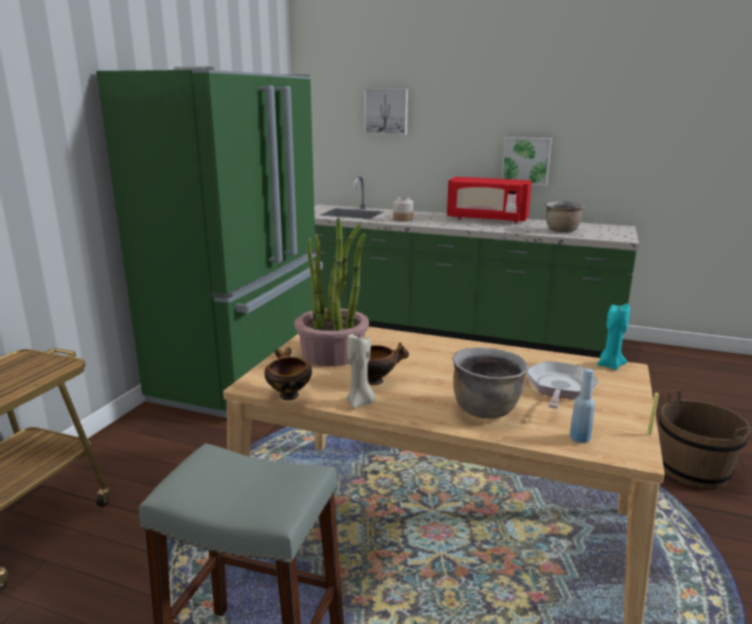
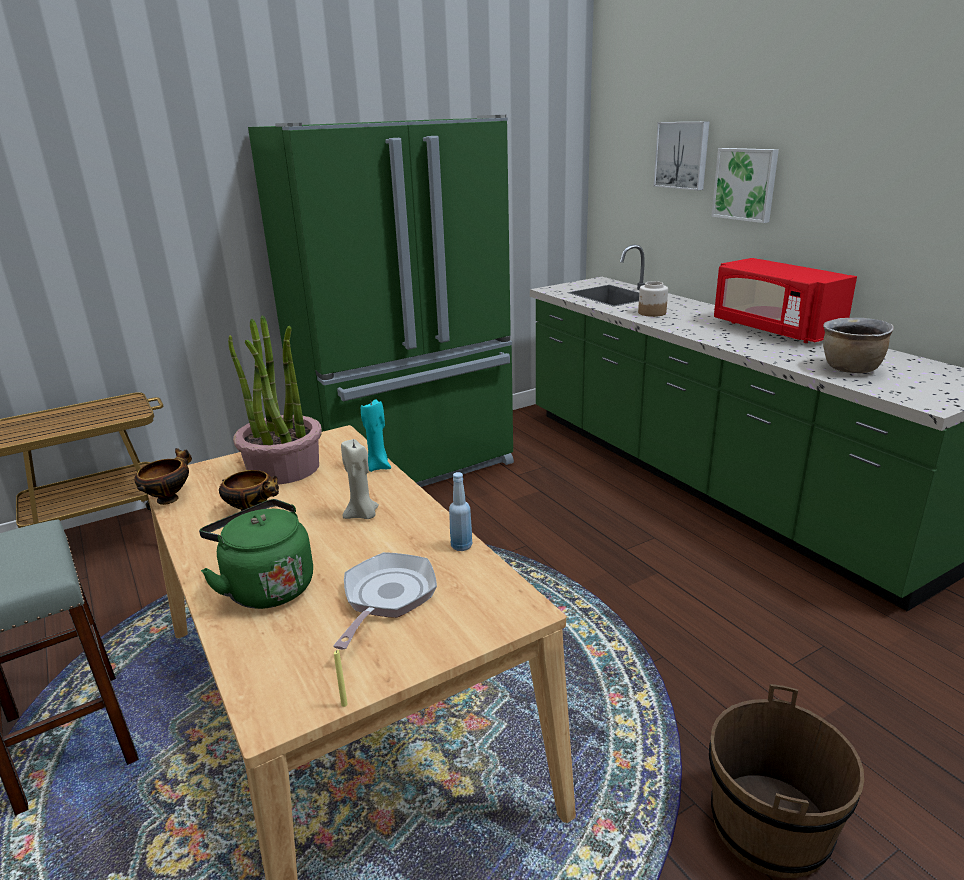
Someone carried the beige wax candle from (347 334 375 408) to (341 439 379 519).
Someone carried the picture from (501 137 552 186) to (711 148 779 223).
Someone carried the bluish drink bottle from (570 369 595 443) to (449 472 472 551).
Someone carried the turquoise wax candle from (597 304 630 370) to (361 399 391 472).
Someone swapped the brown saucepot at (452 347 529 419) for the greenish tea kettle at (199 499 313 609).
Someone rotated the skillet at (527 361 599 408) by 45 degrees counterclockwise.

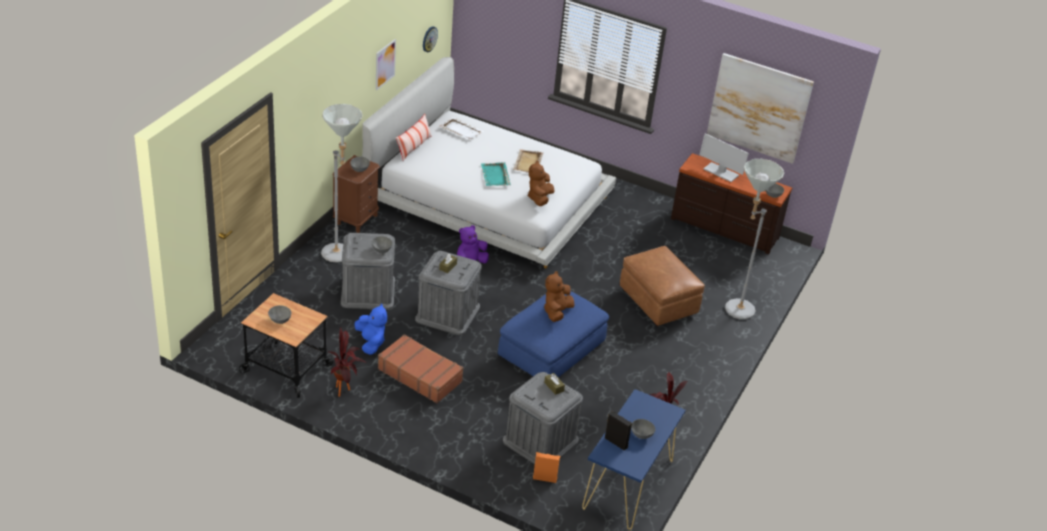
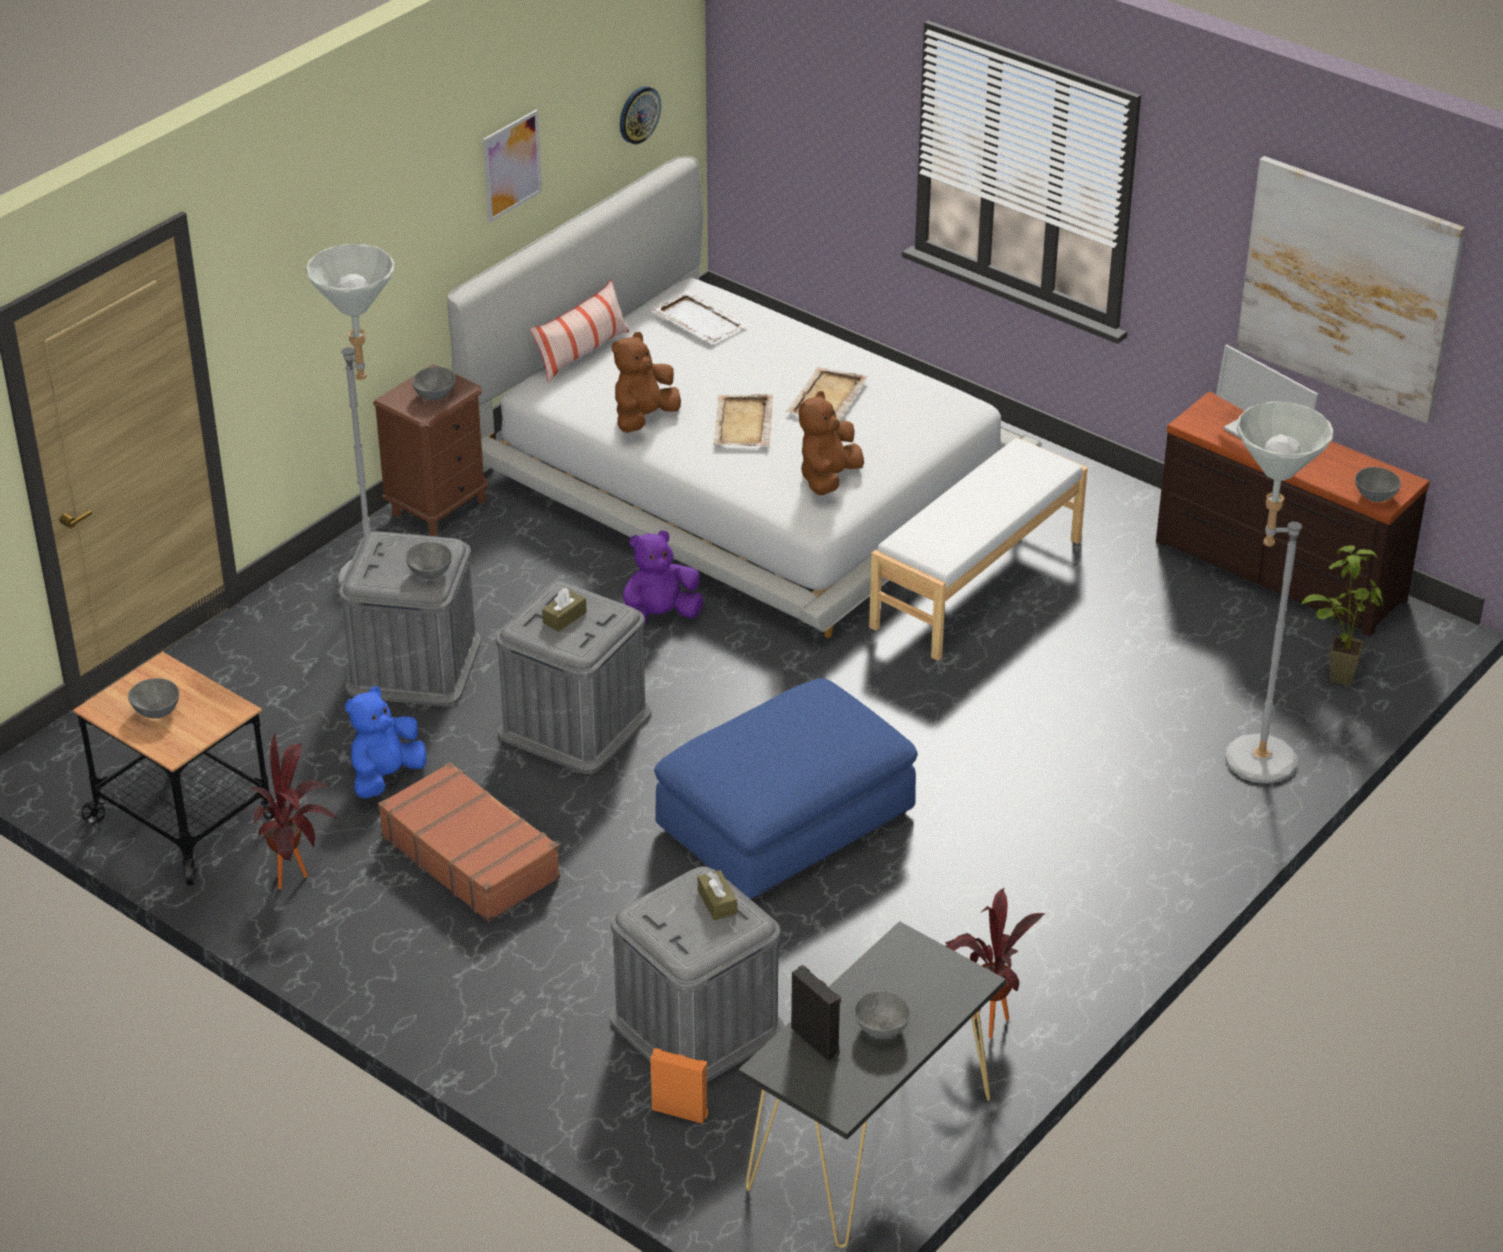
Someone took away the brown footrest at (620 246 705 326).
Someone put down the white-coloured bench at (869 438 1088 661).
Someone put down the plant in a pot at (1301 545 1383 686).
Someone carried the brown cuddly toy from (544 271 574 322) to (612 332 681 433).
Someone repainted the turquoise serving tray at (481 162 511 186), which became the beige serving tray at (713 394 773 446).
Someone repainted the bluish console table at (582 389 686 530), which became the black console table at (738 921 1006 1248).
Someone rotated the bluish cuddly toy at (354 303 387 355) by 135 degrees counterclockwise.

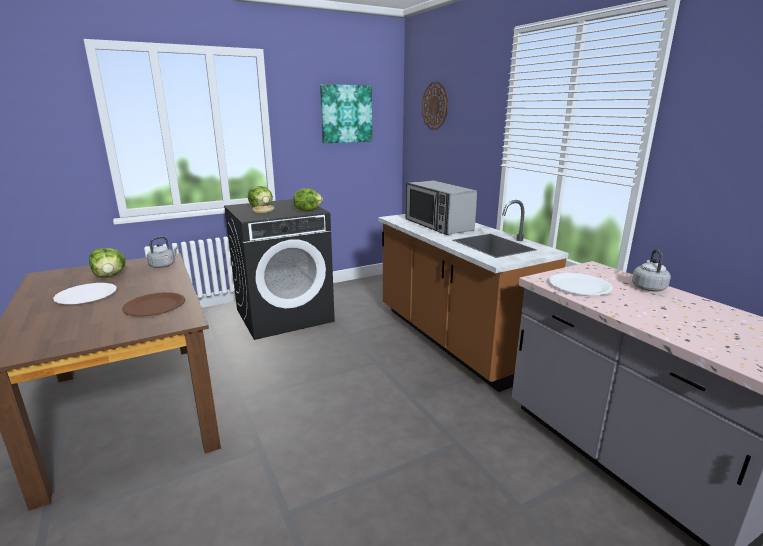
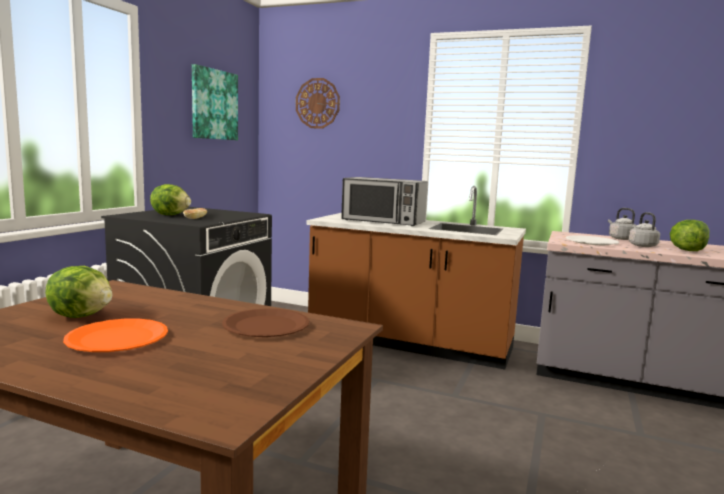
Someone carried the gray tea kettle from (147 236 179 268) to (629 212 660 247).
Someone carried the lettuce head from (293 188 323 211) to (670 220 709 251).
Someone repainted the white-coloured plate at (53 283 117 304), which became the orangey plate at (63 319 168 352).

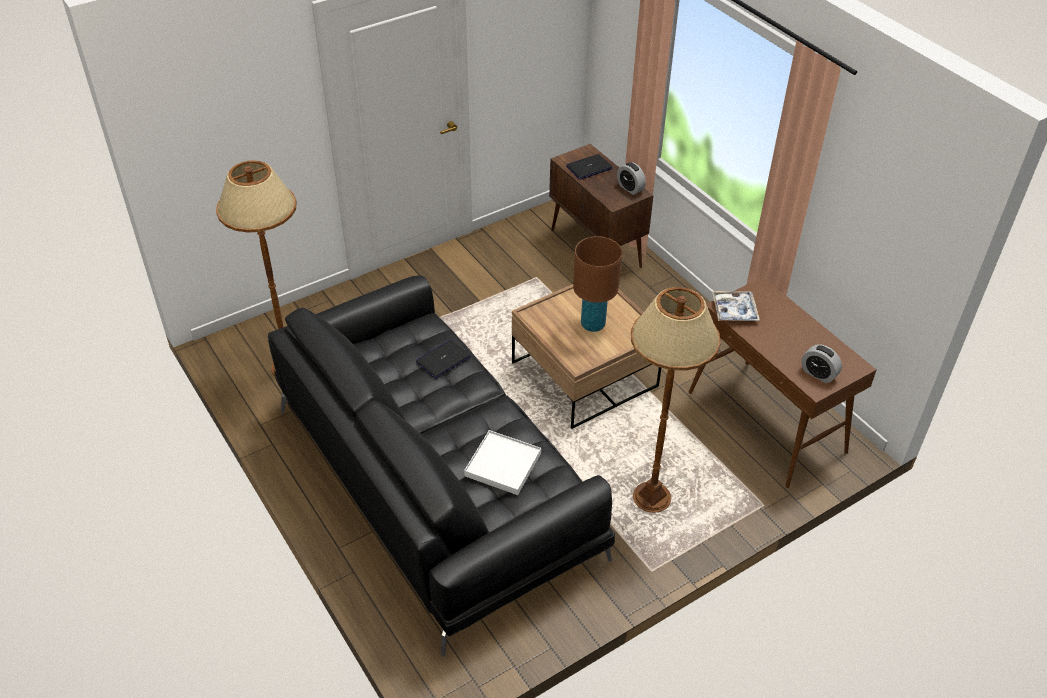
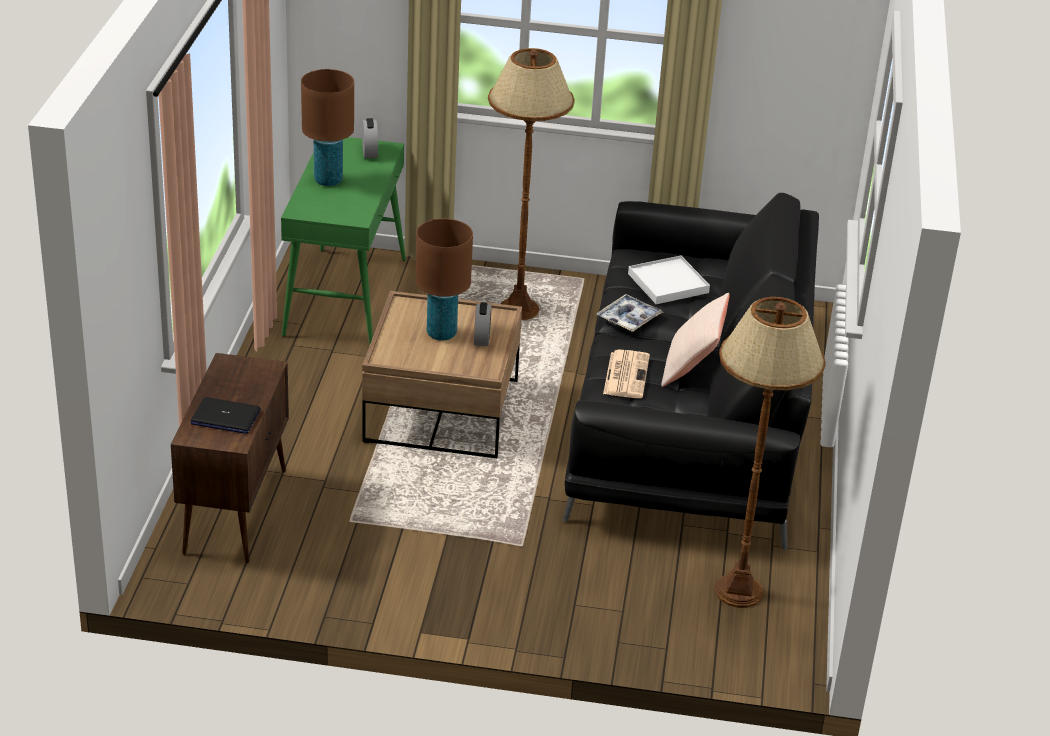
Someone put down the brown table lamp at (301 69 354 186).
Someone put down the beige pillow at (661 293 730 387).
Someone carried the alarm clock from (617 162 646 195) to (474 302 491 346).
Someone carried the serving tray from (712 291 760 321) to (596 294 663 332).
Someone swapped the notebook computer at (416 340 471 379) for the daily paper at (603 349 650 398).
Someone repainted the brown console table at (689 277 876 488), which became the greenish console table at (281 137 406 345).

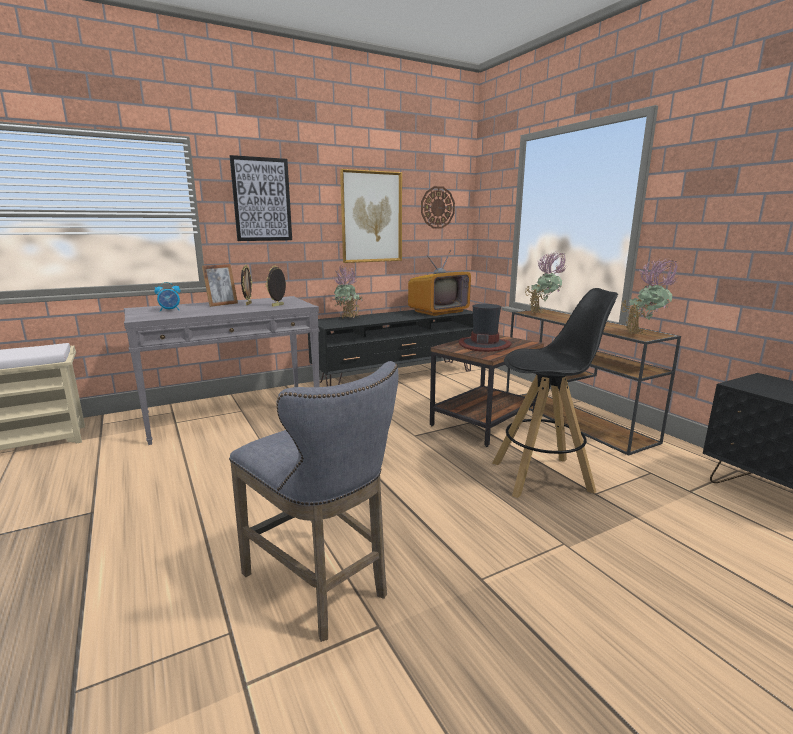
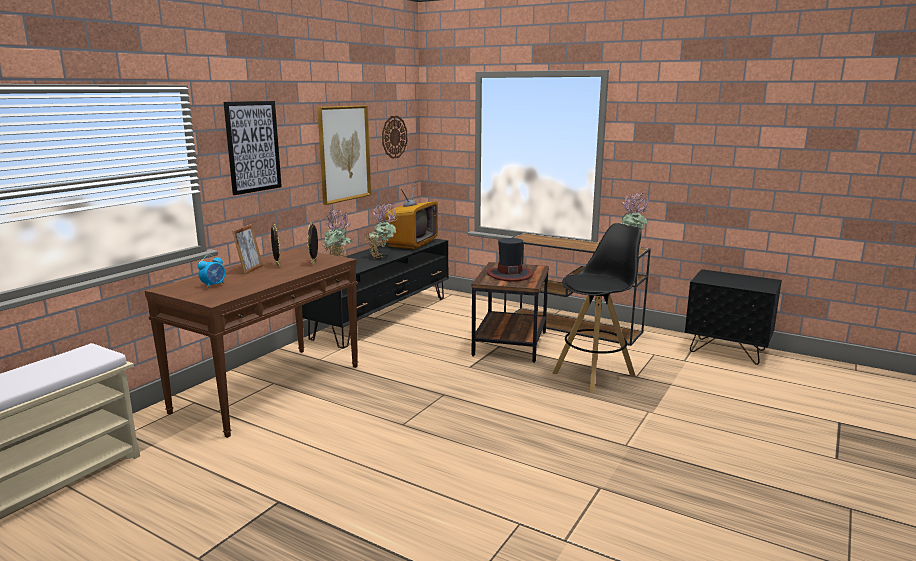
Someone took away the gray stool seat at (229 361 398 642).
Someone carried the plant in a pot from (525 252 567 314) to (364 204 397 259).
Someone repainted the gray console table at (124 296 320 445), which became the brown console table at (145 249 358 438).

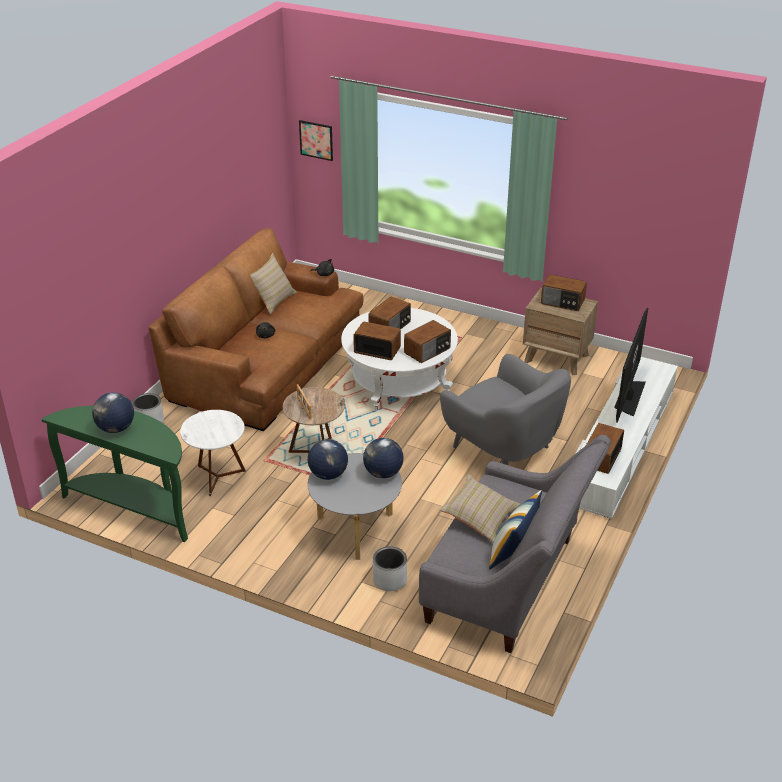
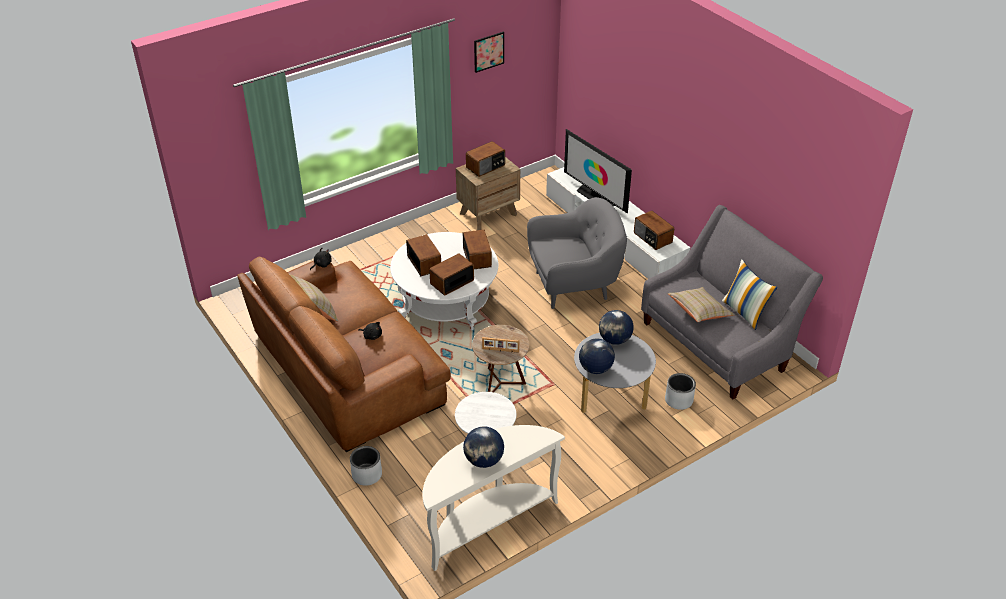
Someone carried the picture from (299 120 333 161) to (474 32 504 73).
Someone repainted the greenish console table at (41 406 188 542), which became the white-coloured console table at (422 425 565 571).

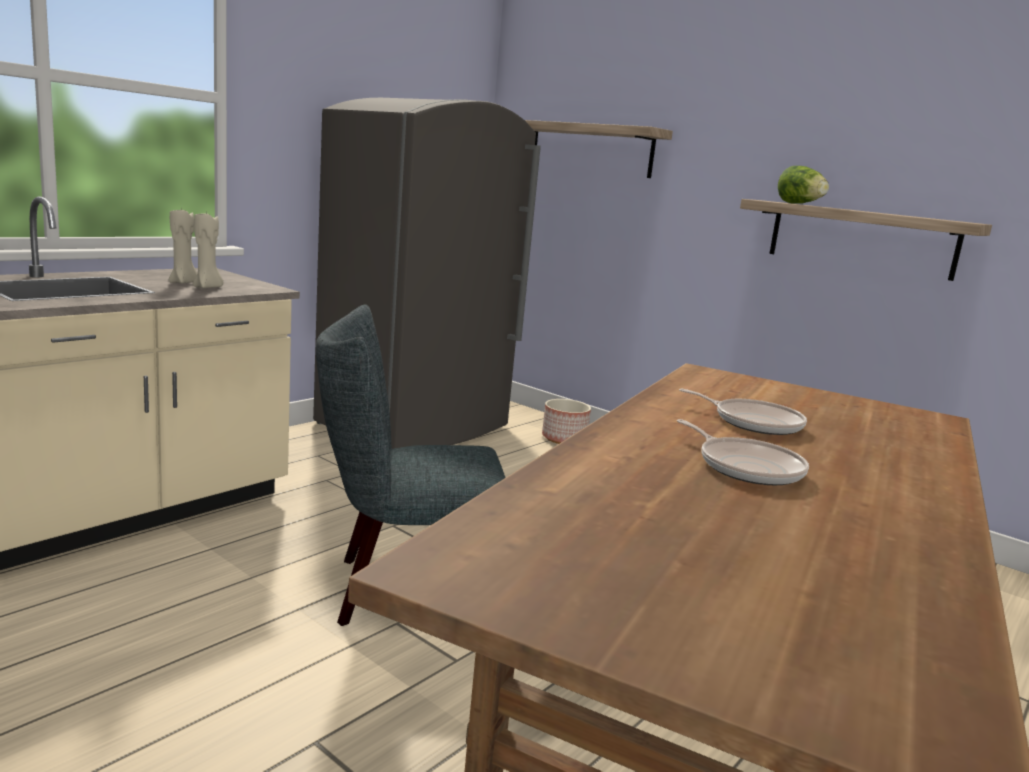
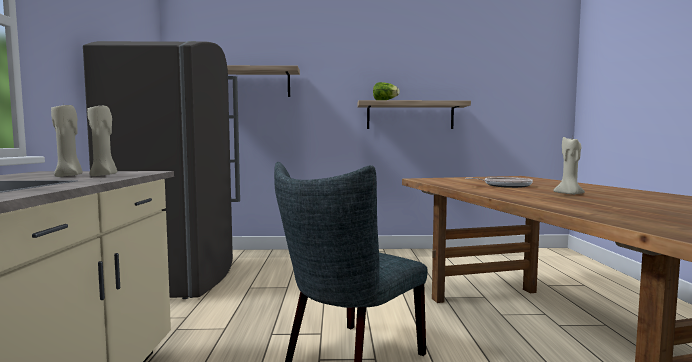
Someone took away the flower pot at (542 399 591 444).
Someone swapped the skillet at (677 419 809 485) for the beige wax candle at (553 137 585 195).

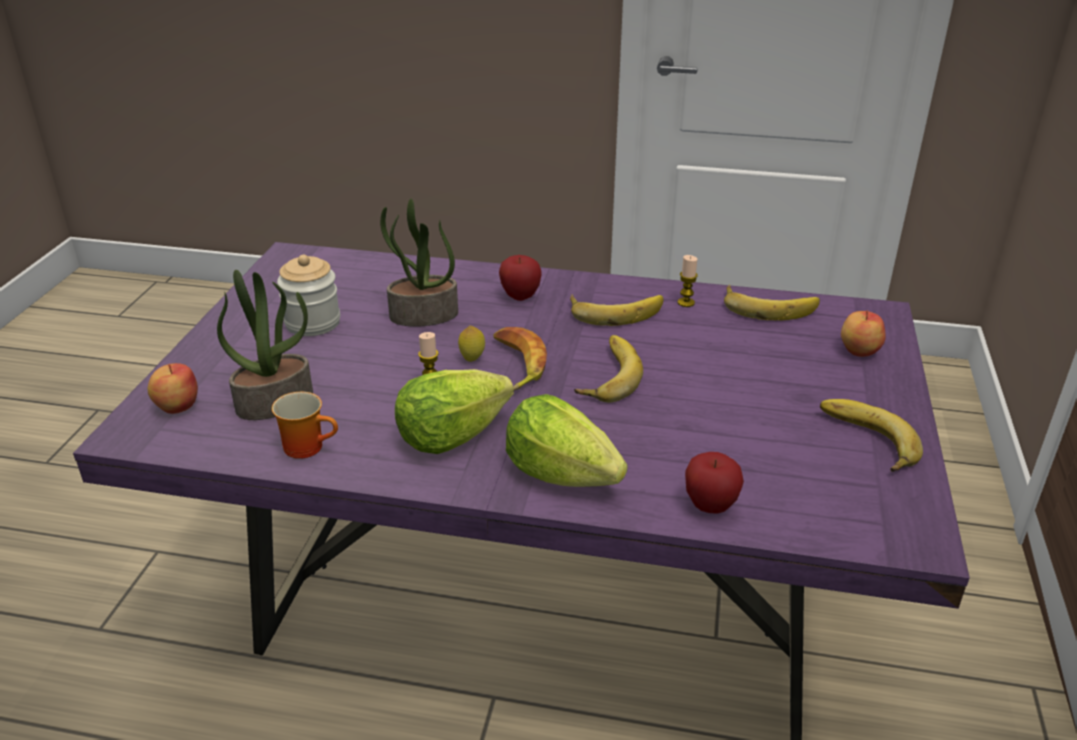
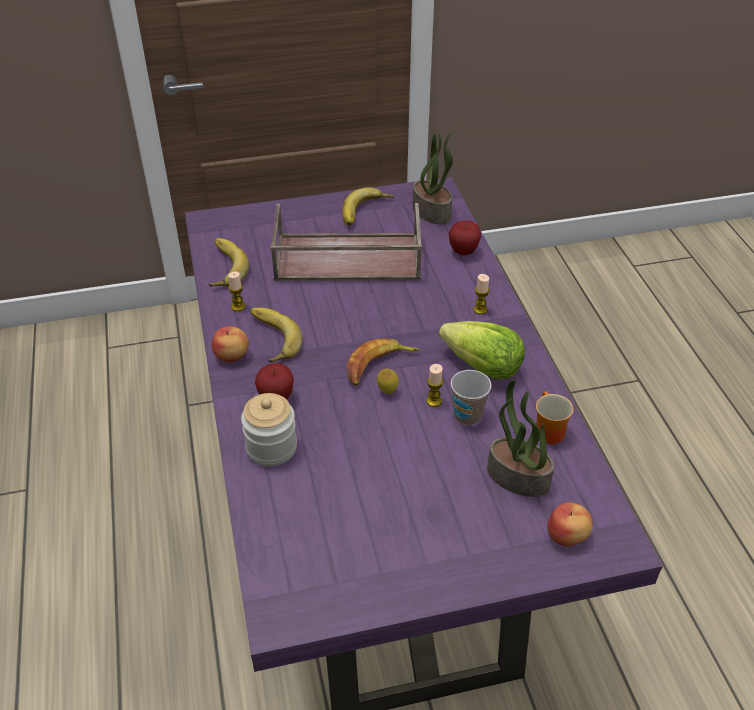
Someone took away the banana at (574 335 643 403).
Someone put down the brown serving tray at (270 203 422 281).
Someone put down the cup at (451 370 492 426).
Someone carried the preserve jar from (277 255 340 336) to (241 393 297 467).
Someone carried the plant in a pot from (380 198 458 327) to (412 130 454 224).
Someone carried the whole apple from (841 310 886 357) to (212 326 249 362).
Someone swapped the lettuce head at (506 394 627 487) for the wax candle at (473 274 490 314).

